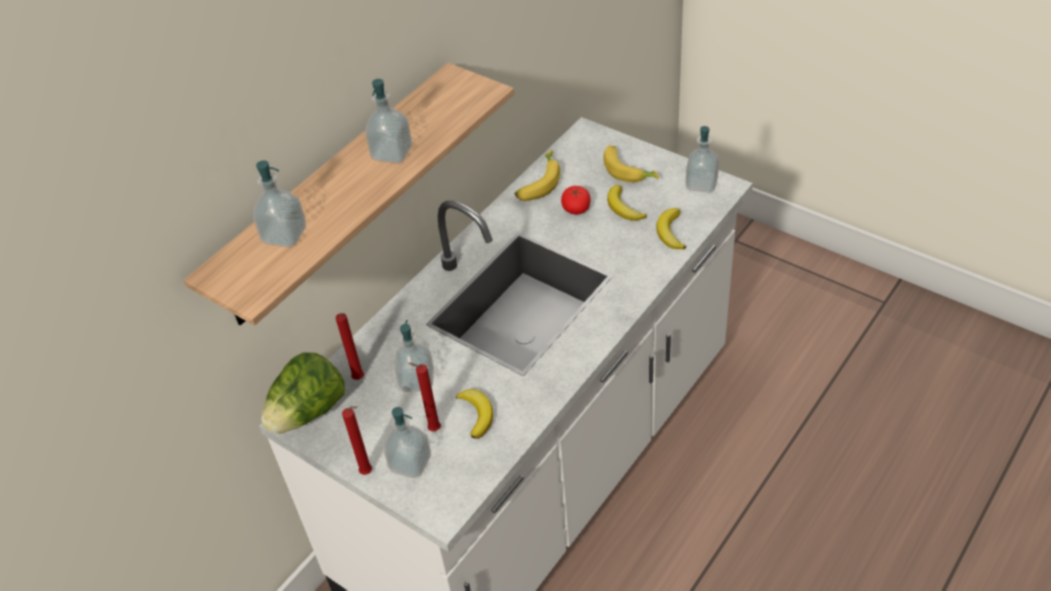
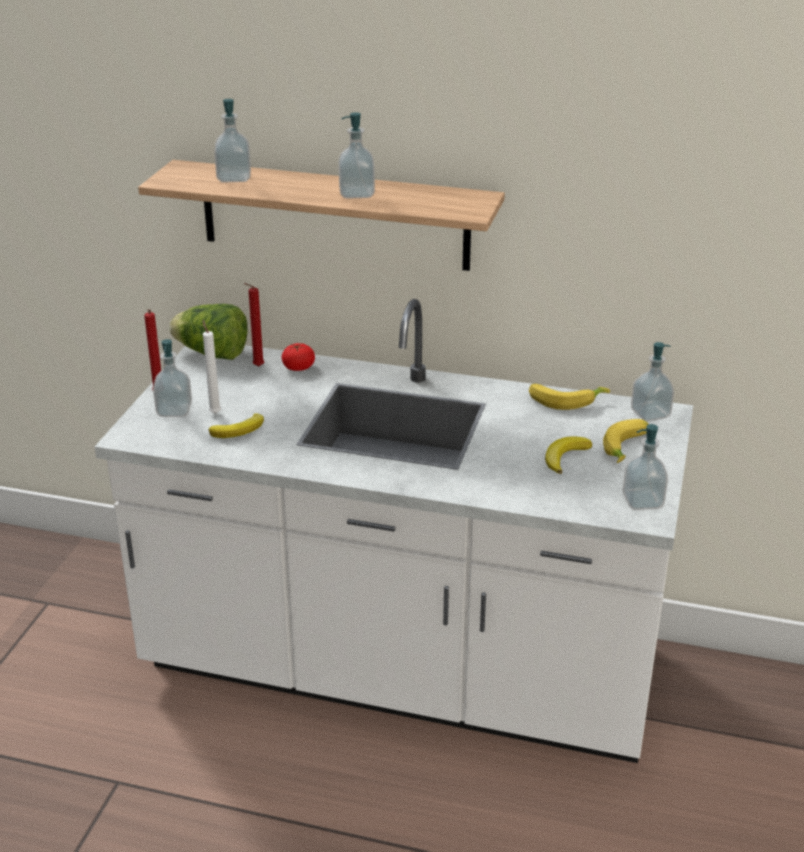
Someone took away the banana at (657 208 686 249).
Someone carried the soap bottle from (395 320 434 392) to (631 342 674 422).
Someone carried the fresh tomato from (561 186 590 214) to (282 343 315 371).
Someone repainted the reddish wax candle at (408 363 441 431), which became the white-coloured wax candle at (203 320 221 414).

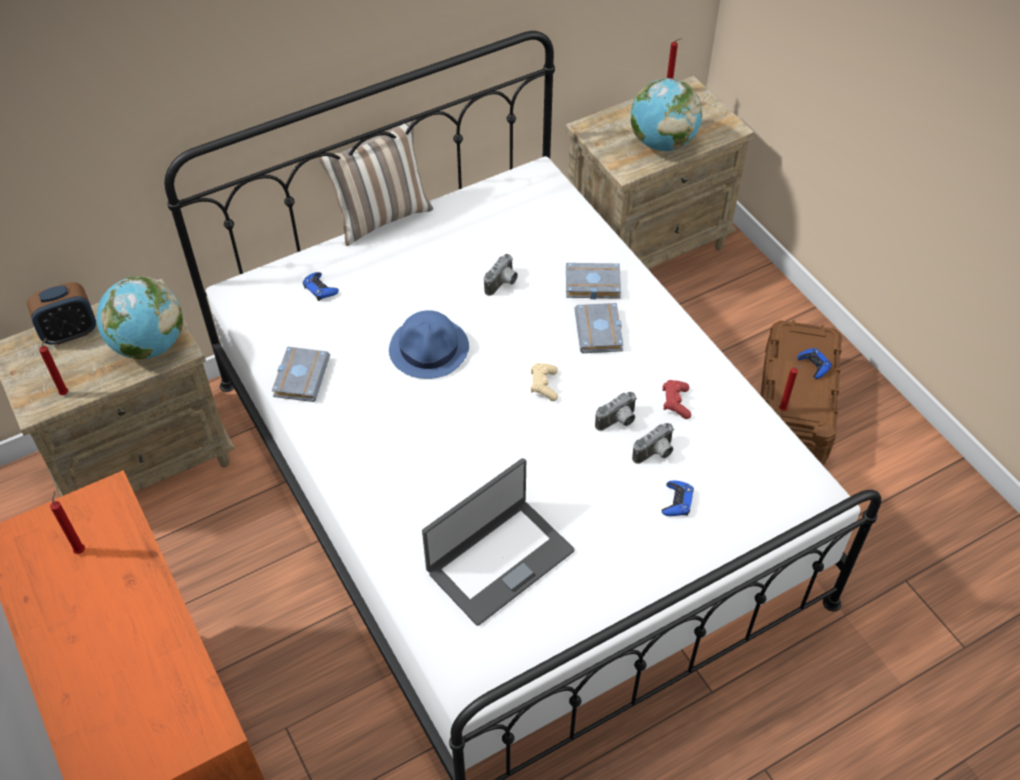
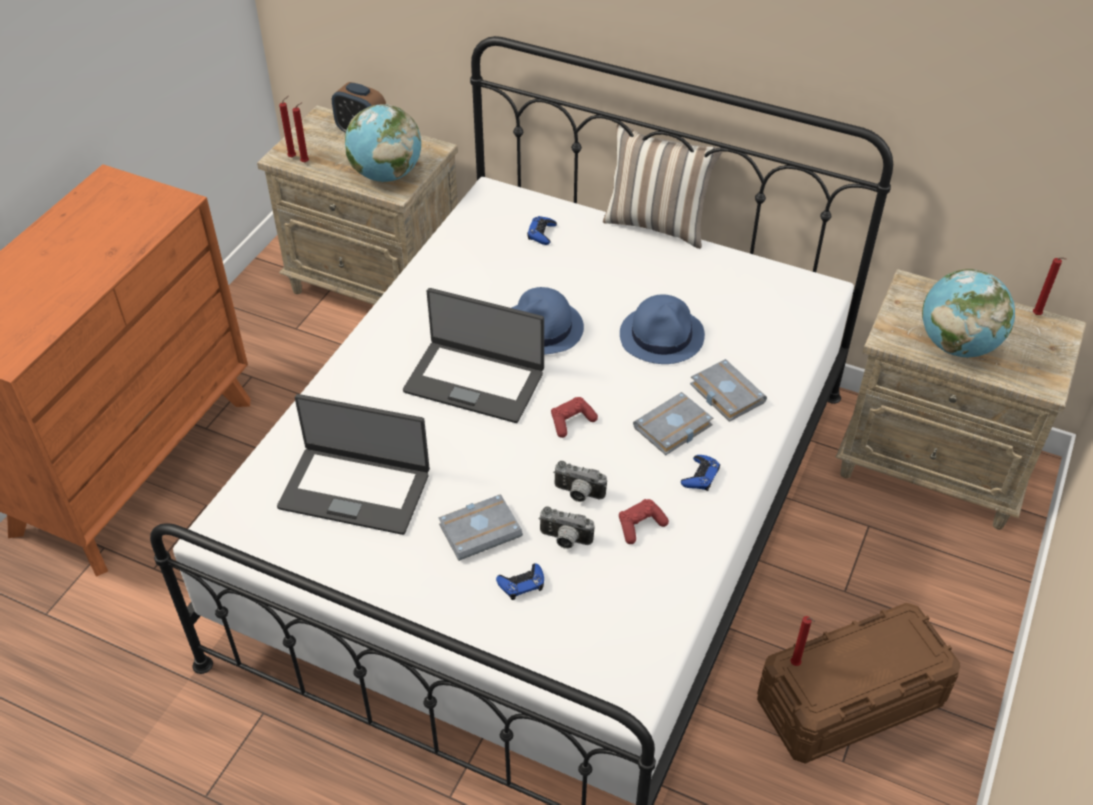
Someone put down the notebook computer at (403 288 544 423).
Someone carried the reddish wax candle from (50 491 85 554) to (279 96 296 158).
Someone carried the gray book from (272 347 330 402) to (439 494 523 561).
Someone carried the bluish game controller from (797 348 832 379) to (681 455 720 491).
Someone swapped the still camera at (484 254 518 296) for the bluish clothing hat at (620 294 705 364).
Someone repainted the beige game controller at (531 363 558 401), which became the reddish game controller at (551 397 598 438).

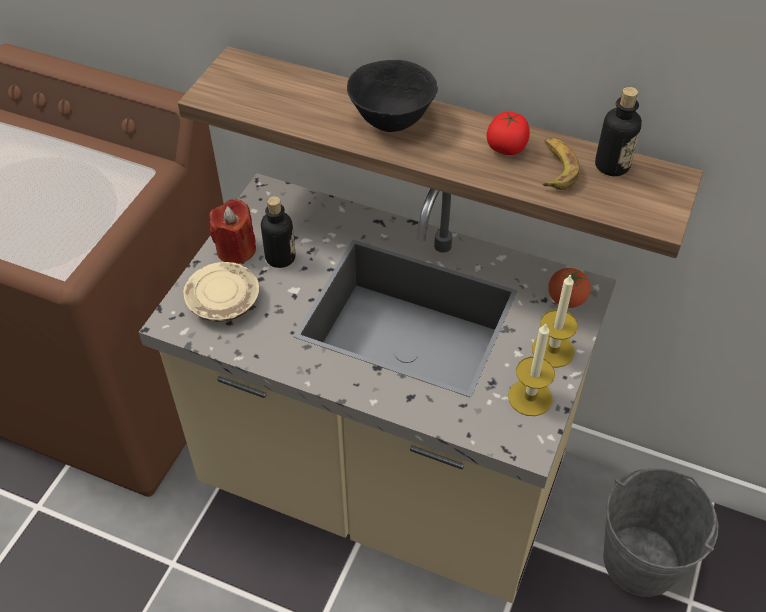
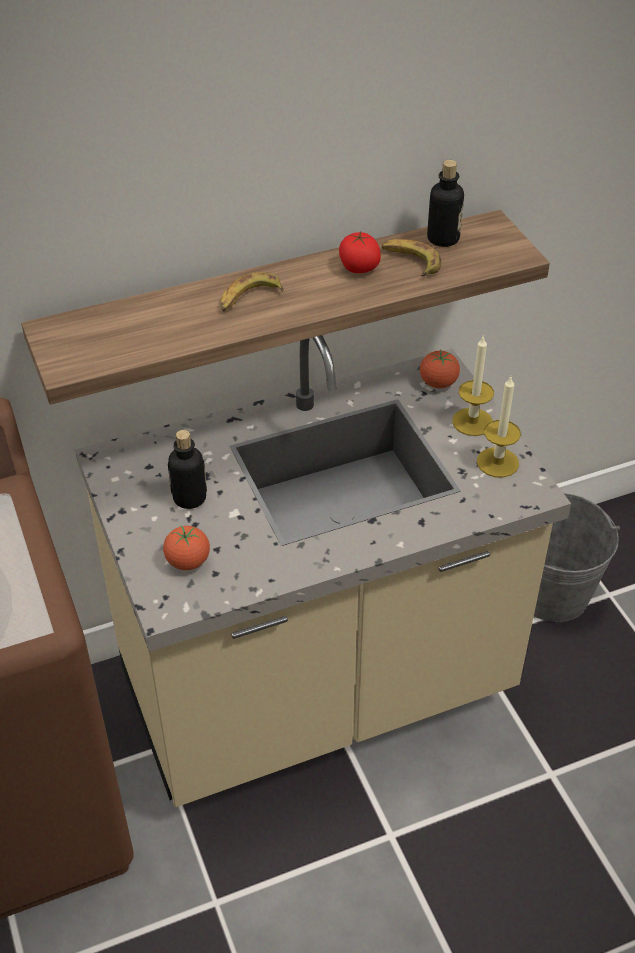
Someone took away the reddish wax candle at (209 199 256 264).
Someone swapped the beige plate at (183 262 259 322) for the fresh tomato at (163 526 210 570).
Someone swapped the black bowl at (347 60 438 132) for the banana at (221 272 284 311).

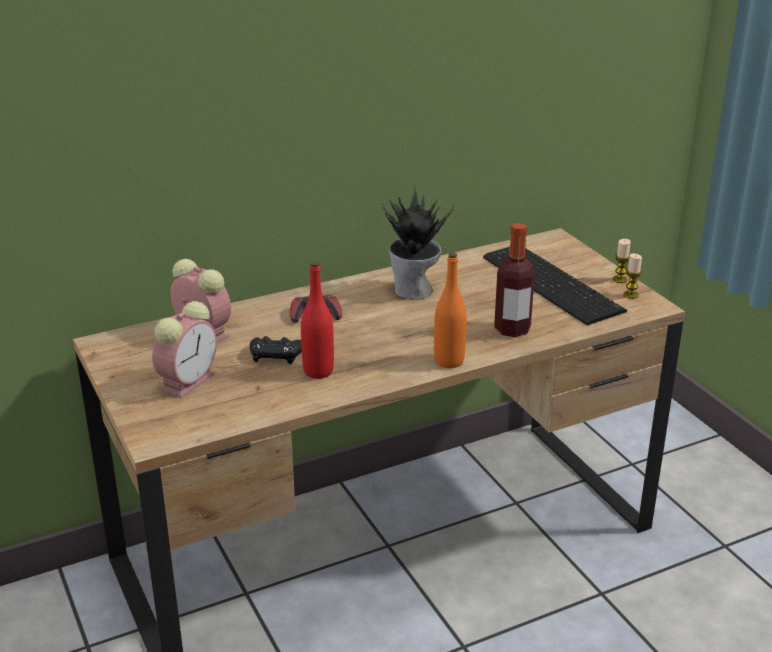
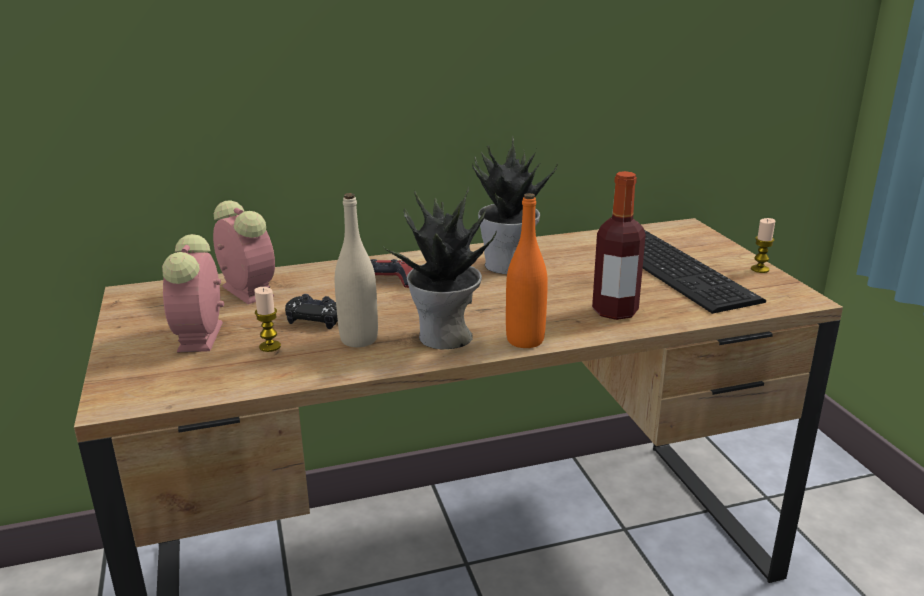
Someone put down the plant in a pot at (383 187 497 349).
Someone carried the wax candle from (623 253 642 299) to (254 287 281 352).
Someone repainted the reddish drink bottle at (301 261 334 379), which became the beige drink bottle at (335 193 378 347).
Someone rotated the alarm clock at (152 301 217 398) by 135 degrees clockwise.

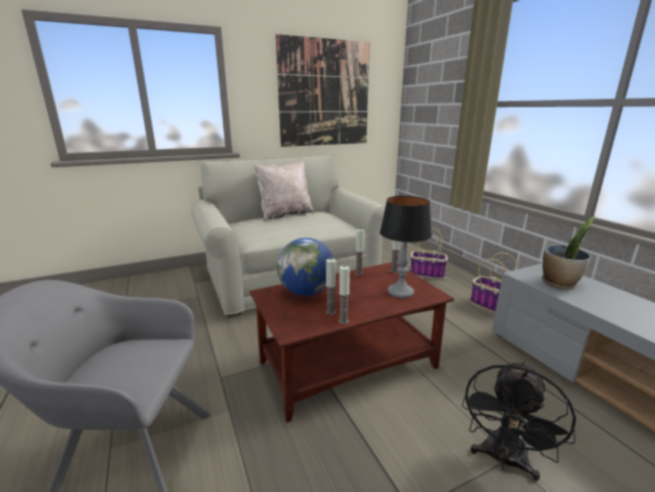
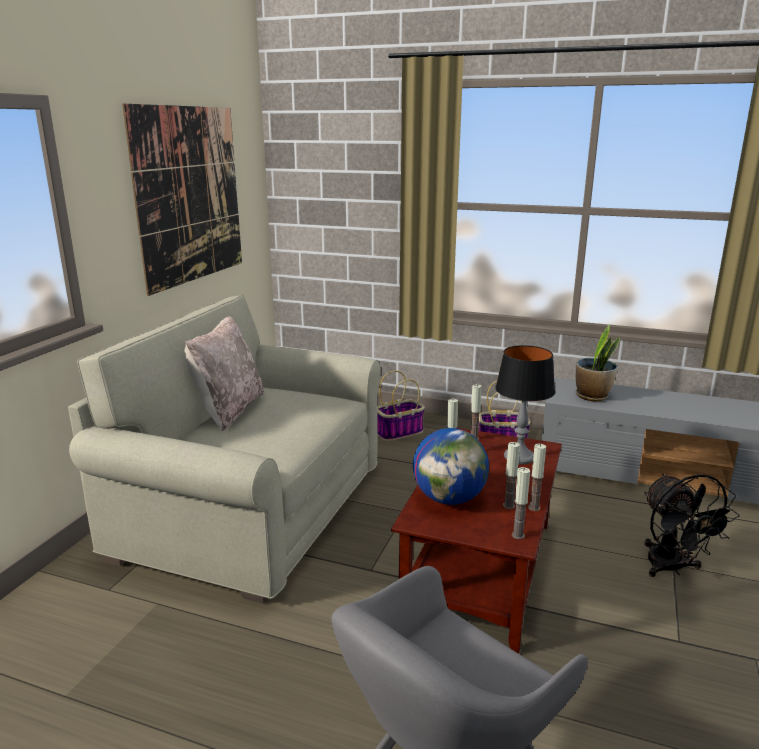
Someone put down the wax candle at (512 467 530 539).

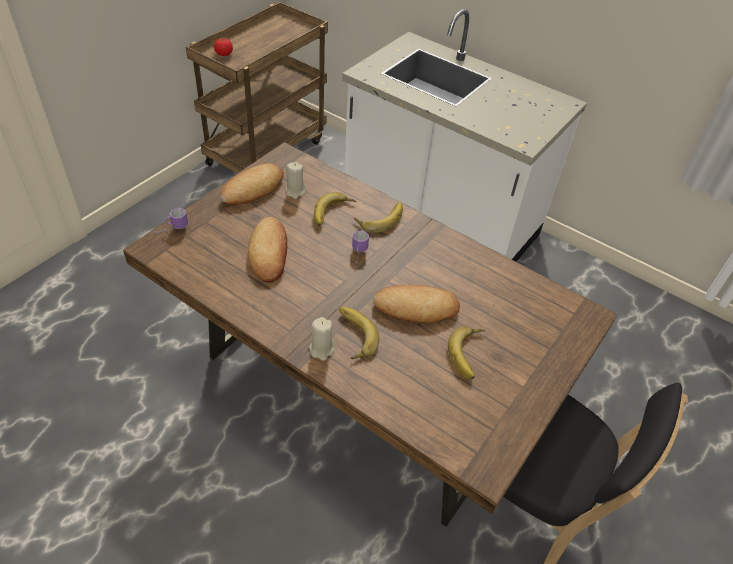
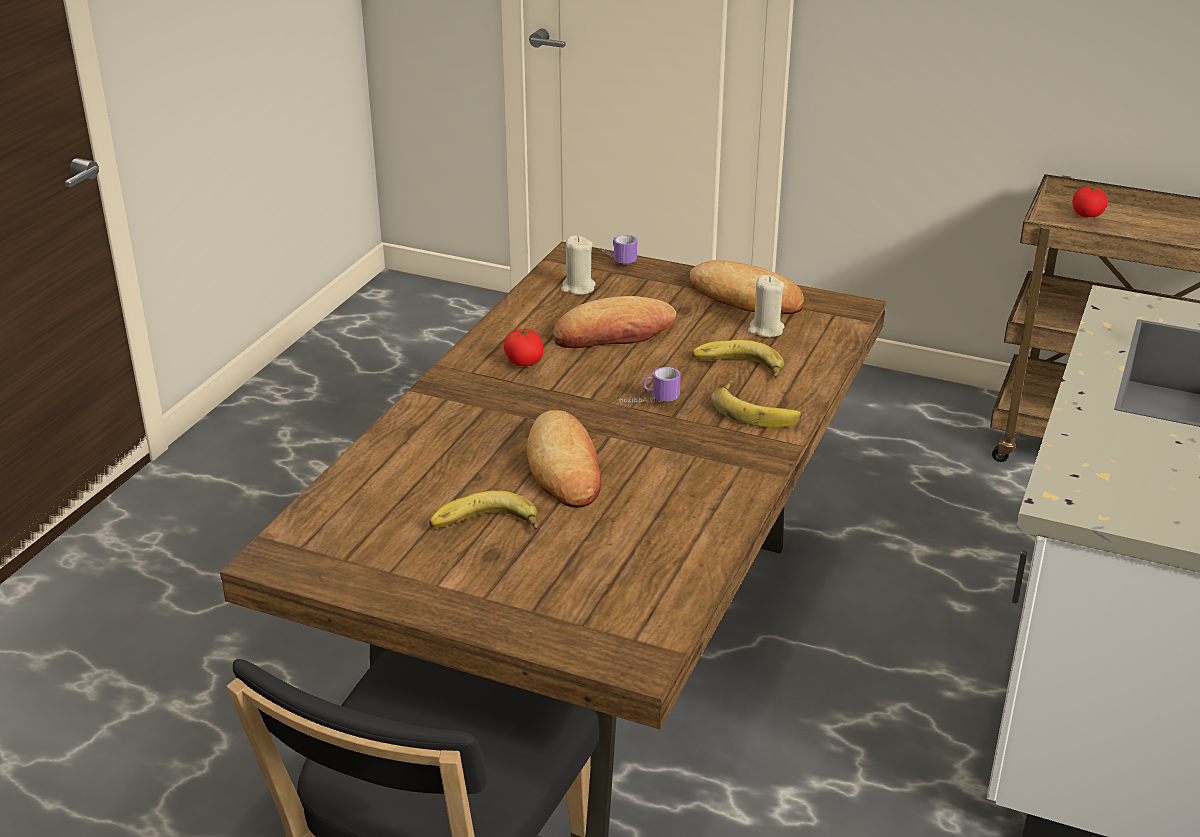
Someone took away the banana at (339 307 379 359).
Someone put down the fresh tomato at (503 329 544 366).
Someone carried the beige wax candle from (309 317 335 361) to (561 235 596 295).

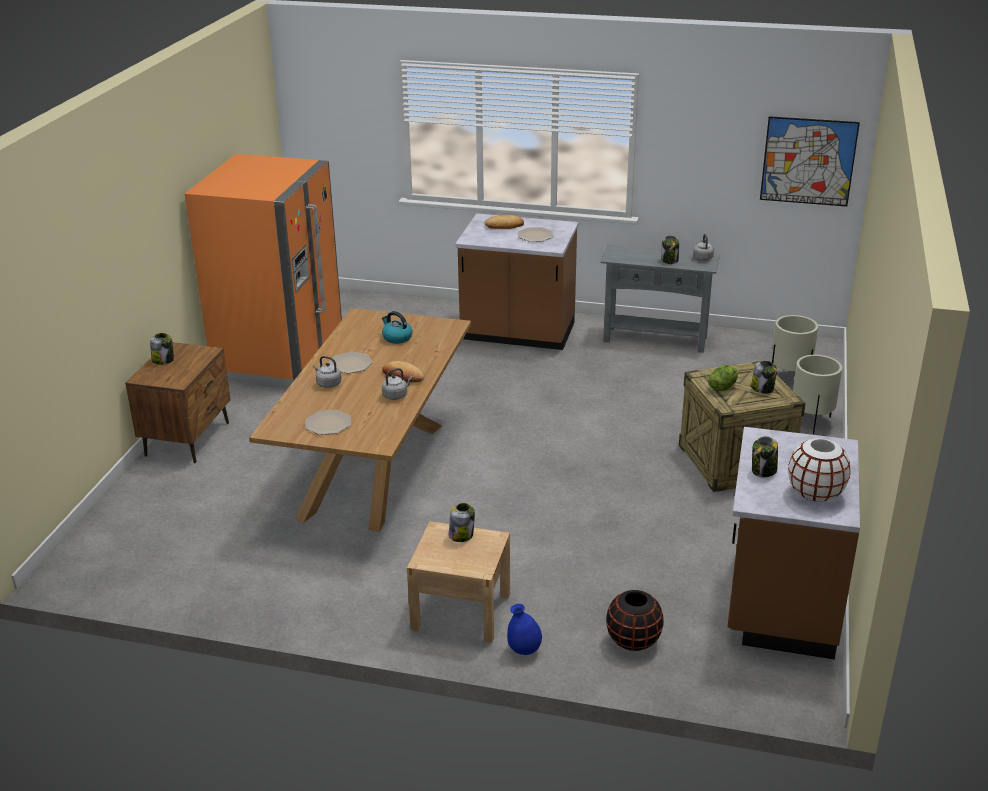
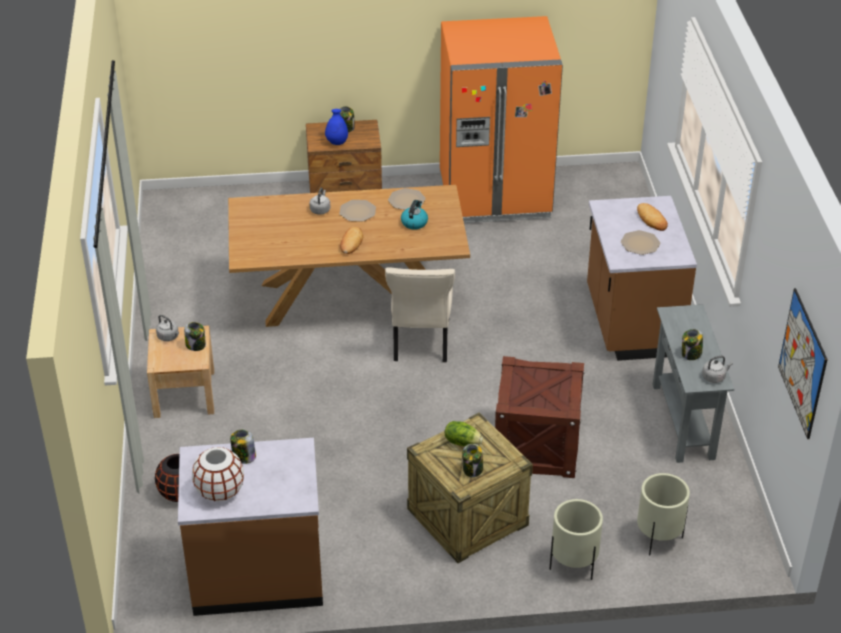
Someone put down the beige upright chair at (385 267 455 363).
Someone put down the crate at (495 356 585 478).
Someone carried the plate from (305 410 351 435) to (388 188 426 210).
Someone carried the gray tea kettle from (382 368 413 400) to (156 315 179 341).
Someone carried the bluish flower vase from (507 604 542 655) to (325 109 348 145).

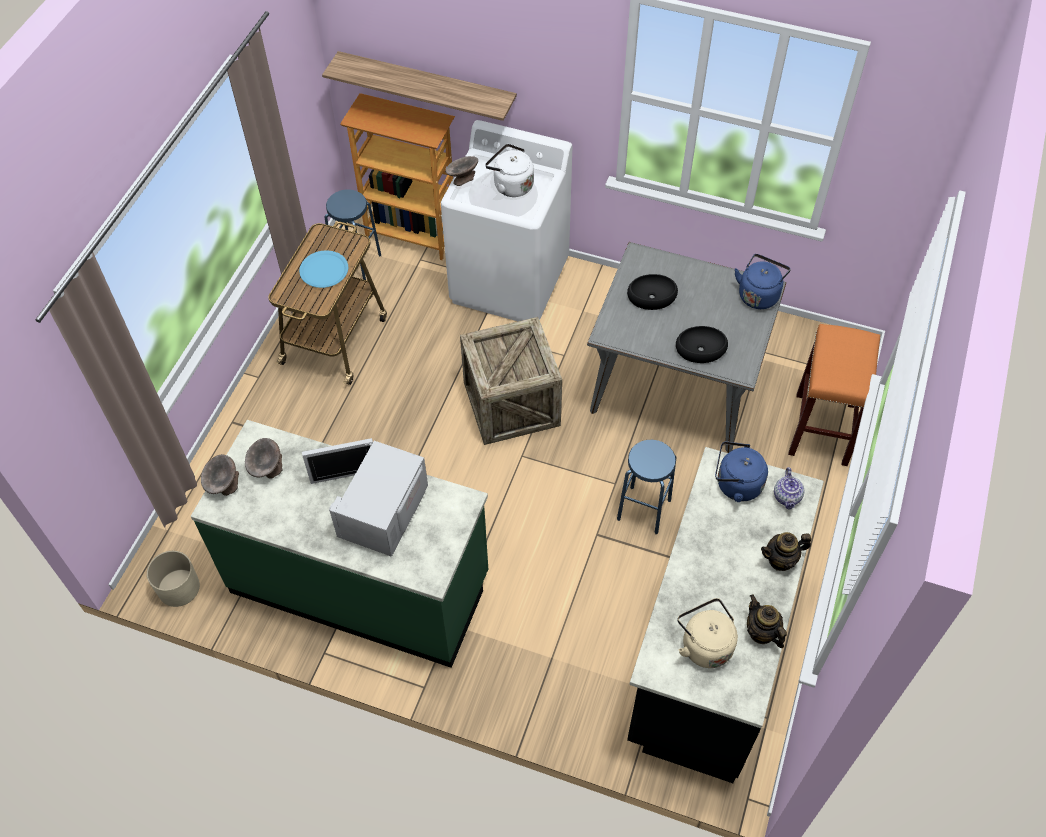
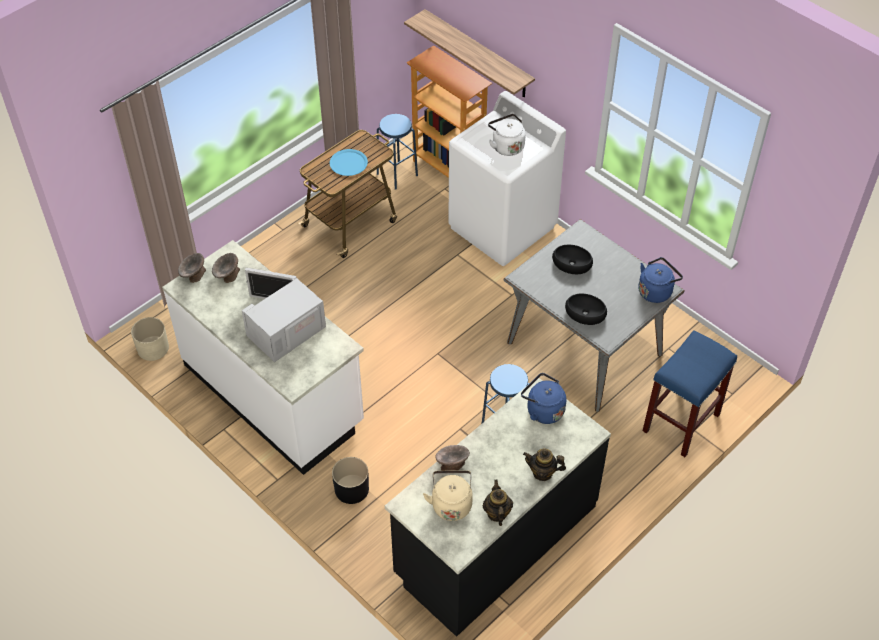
Someone took away the crate at (460 317 562 445).
Someone took away the tea pot at (774 467 804 509).
Someone put down the black flower pot at (332 457 369 504).
Someone carried the gray bowl from (445 156 478 186) to (435 445 470 471).
Someone repainted the greenish kitchen counter at (191 420 488 668), which became the white-coloured kitchen counter at (162 240 364 475).
Someone repainted the orangey stool seat at (788 324 880 466), which became the bluish stool seat at (642 330 737 457).

